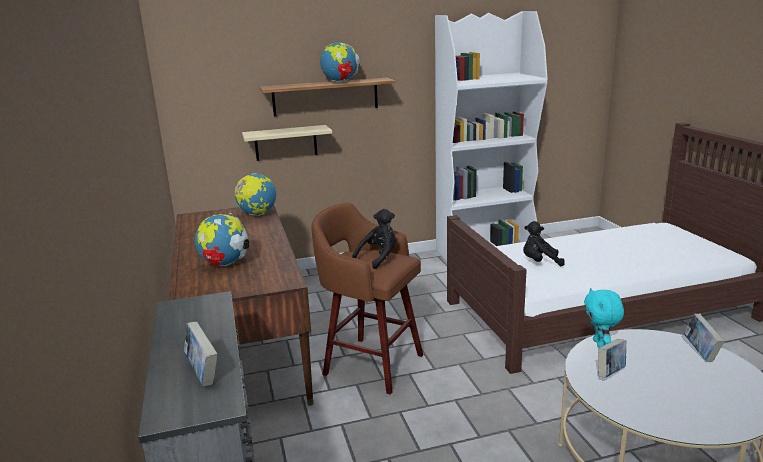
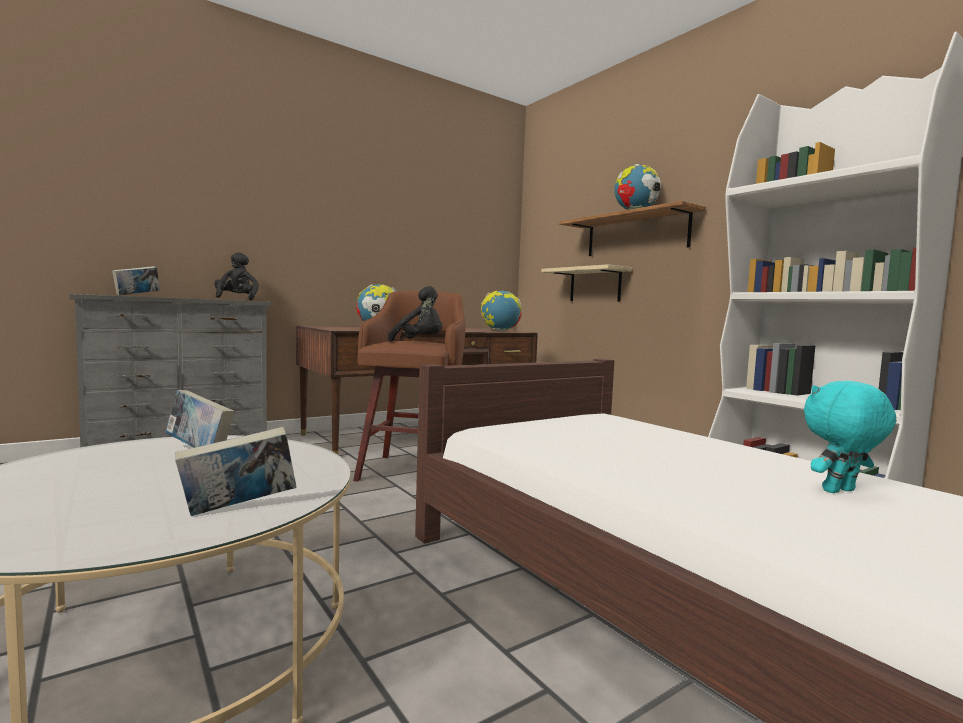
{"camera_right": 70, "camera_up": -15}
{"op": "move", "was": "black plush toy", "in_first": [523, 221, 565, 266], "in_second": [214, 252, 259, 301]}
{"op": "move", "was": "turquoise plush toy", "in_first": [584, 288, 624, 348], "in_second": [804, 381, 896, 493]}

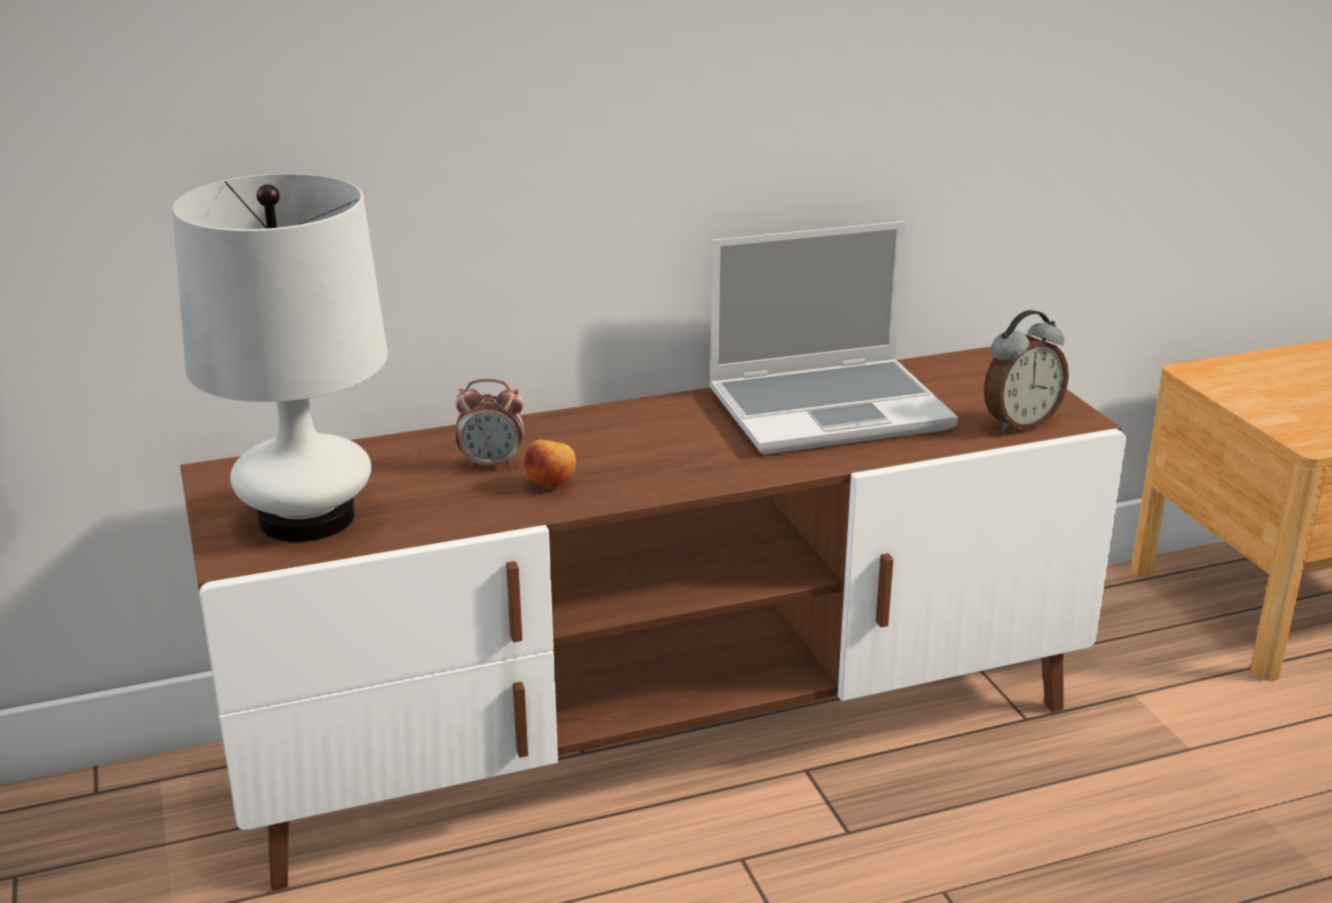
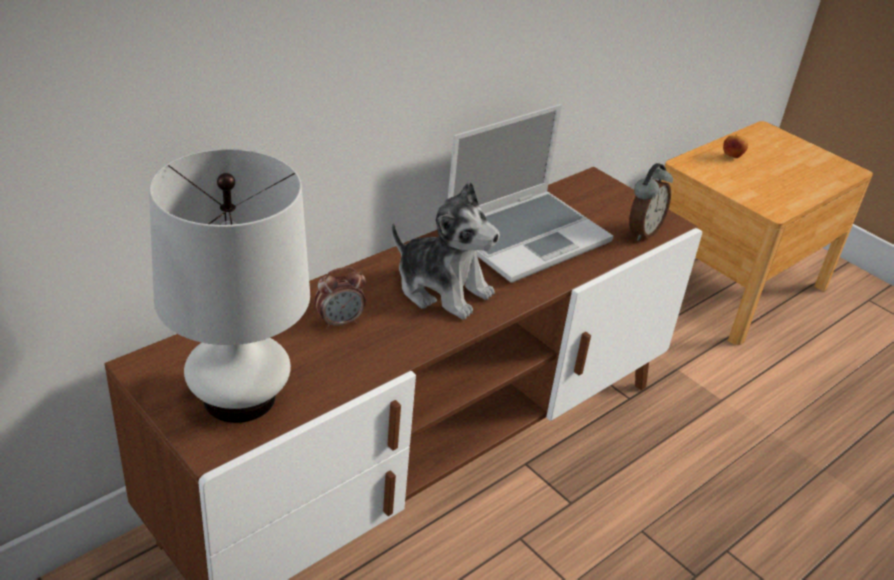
{"camera_right": -25, "camera_up": 10}
{"op": "move", "was": "apple", "in_first": [525, 438, 576, 489], "in_second": [723, 135, 748, 158]}
{"op": "insert", "now": "plush toy", "in_second": [392, 181, 500, 320]}

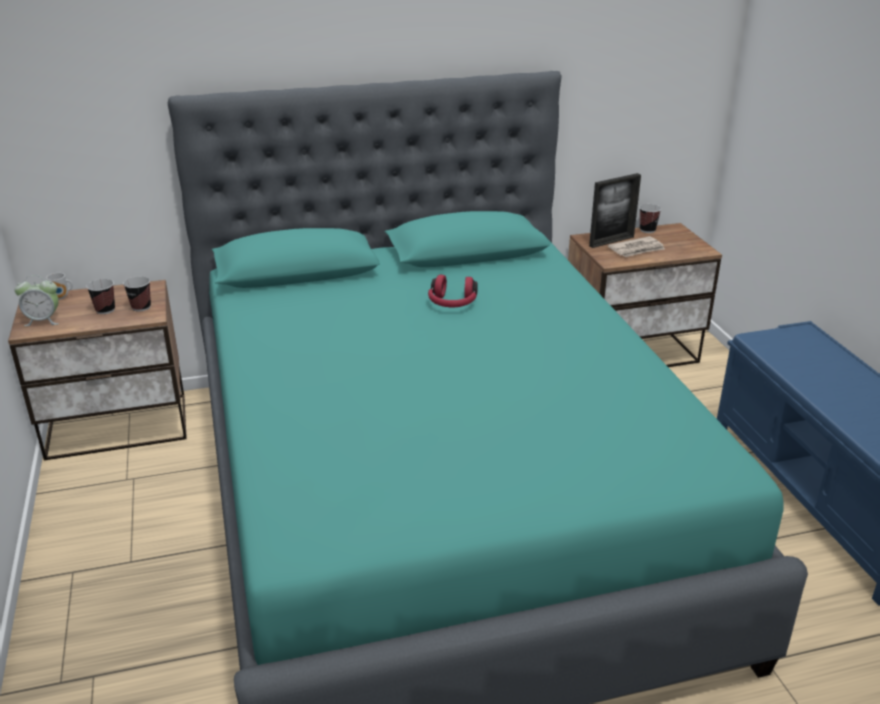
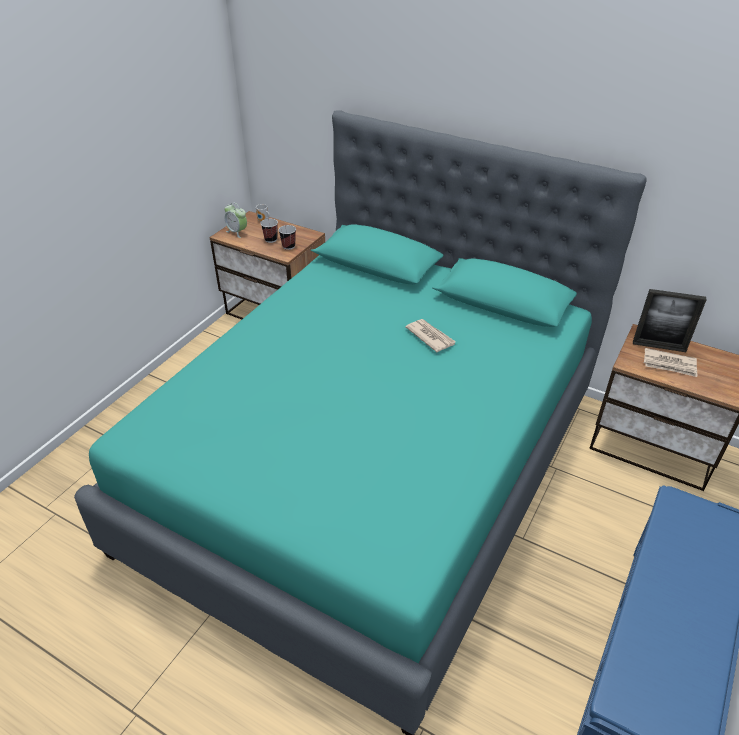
{"camera_right": 45, "camera_up": 10}
{"op": "delete", "was": "cup", "in_first": [639, 204, 661, 233]}
{"op": "replace", "was": "red headphones", "now": "newspaper", "in_first": [428, 275, 478, 307], "in_second": [405, 319, 456, 352]}

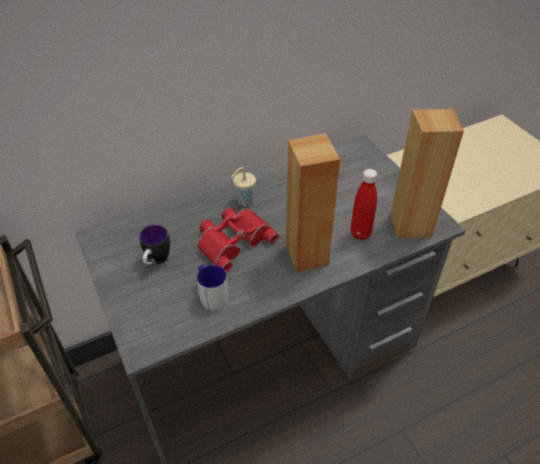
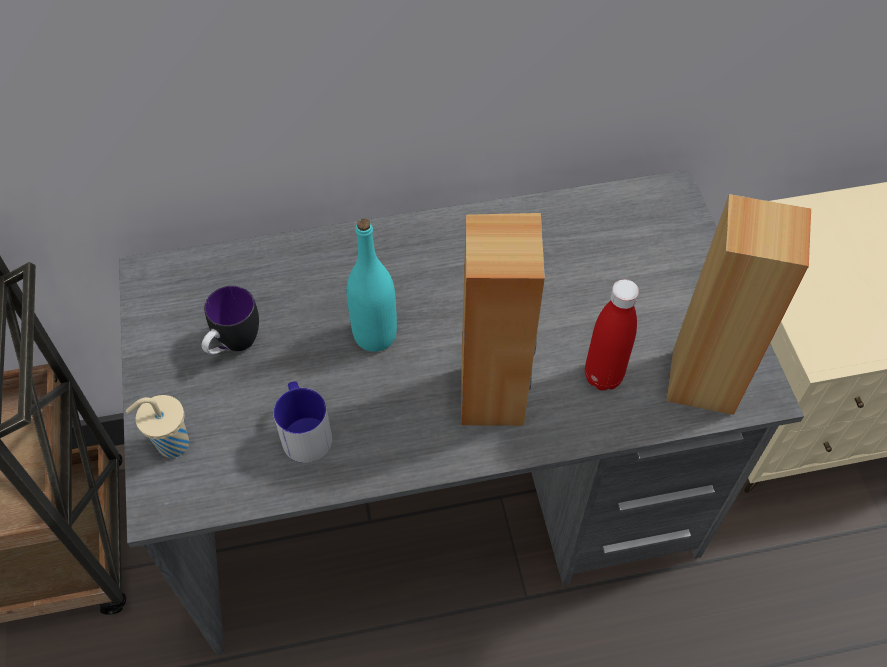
{"camera_right": 15, "camera_up": 10}
{"op": "move", "was": "beige cup", "in_first": [231, 167, 256, 206], "in_second": [126, 395, 189, 458]}
{"op": "replace", "was": "red binoculars", "now": "turquoise bottle", "in_first": [197, 207, 279, 272], "in_second": [347, 219, 397, 352]}

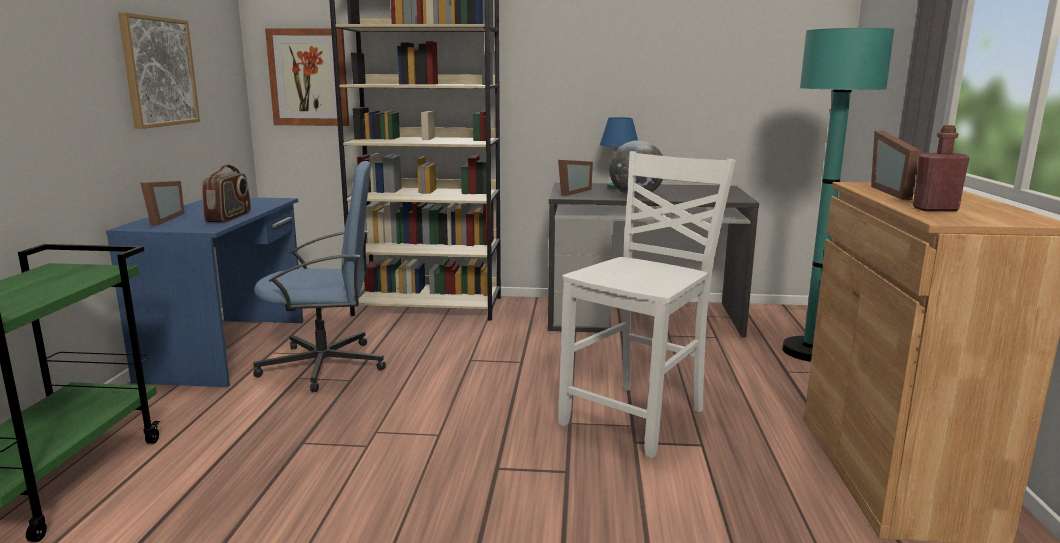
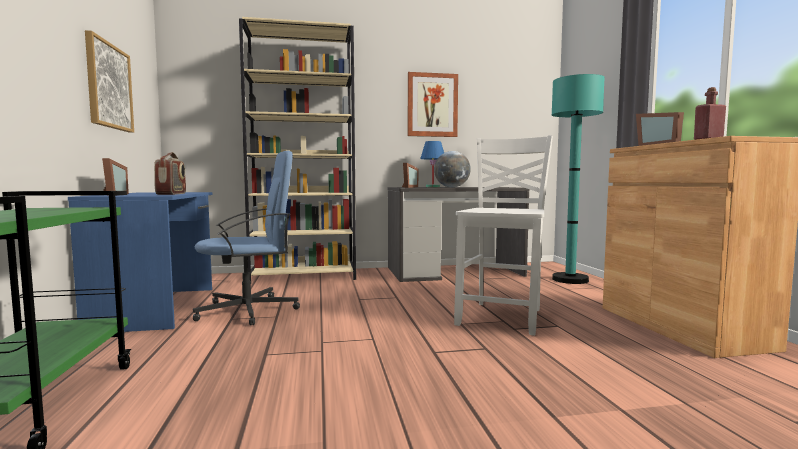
{"camera_right": -15, "camera_up": -10}
{"op": "move", "was": "picture", "in_first": [265, 28, 349, 126], "in_second": [408, 72, 458, 137]}

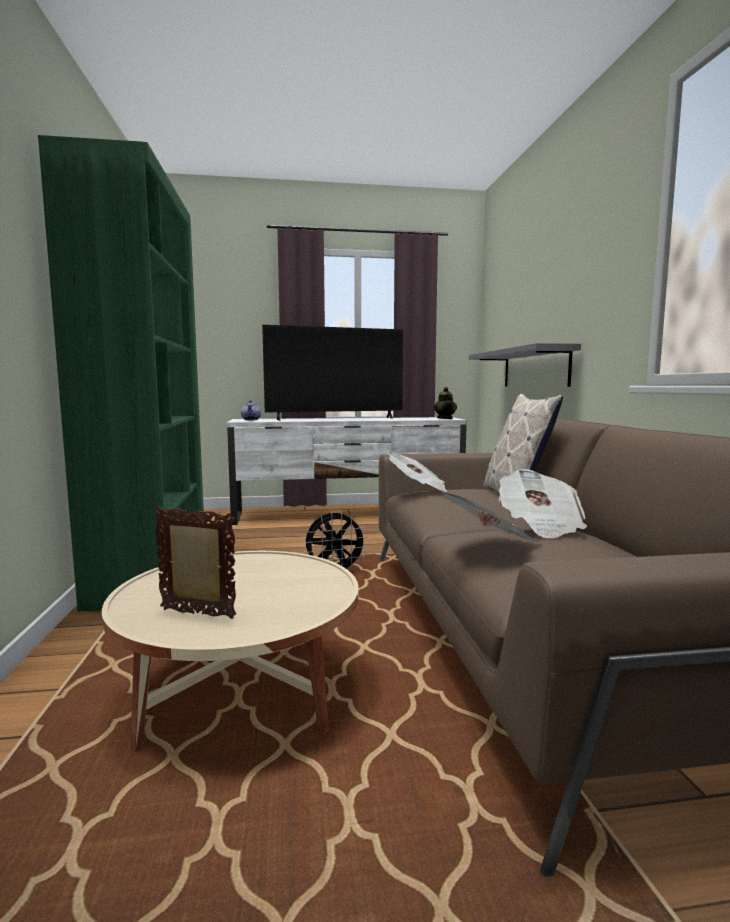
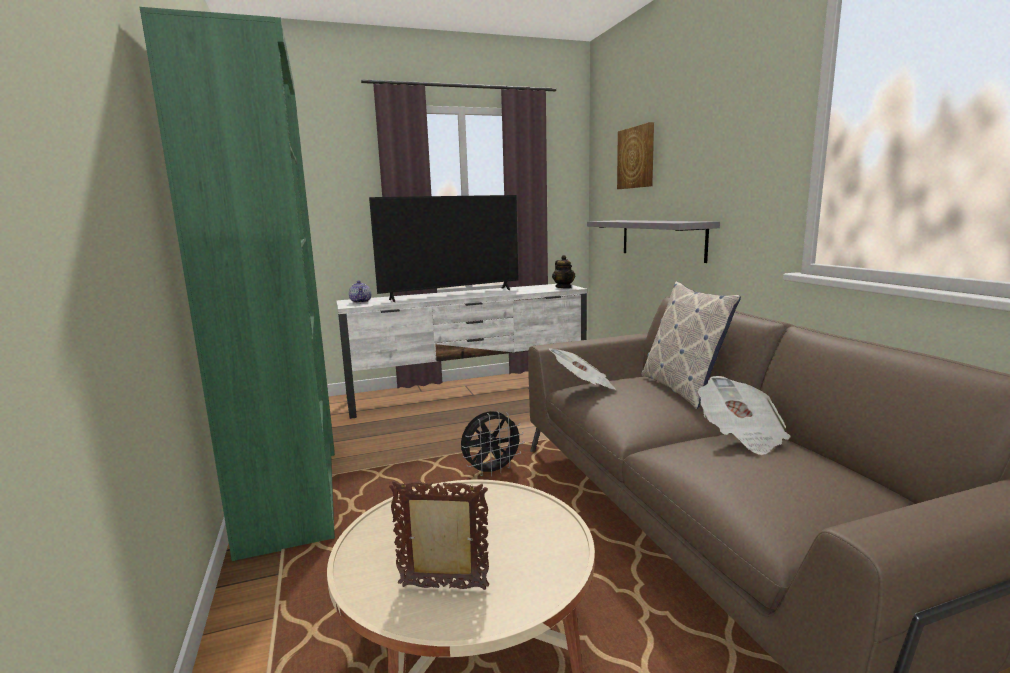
{"camera_right": -10, "camera_up": 5}
{"op": "delete", "was": "newspaper", "in_first": [440, 493, 540, 542]}
{"op": "insert", "now": "picture", "in_second": [617, 122, 654, 189]}

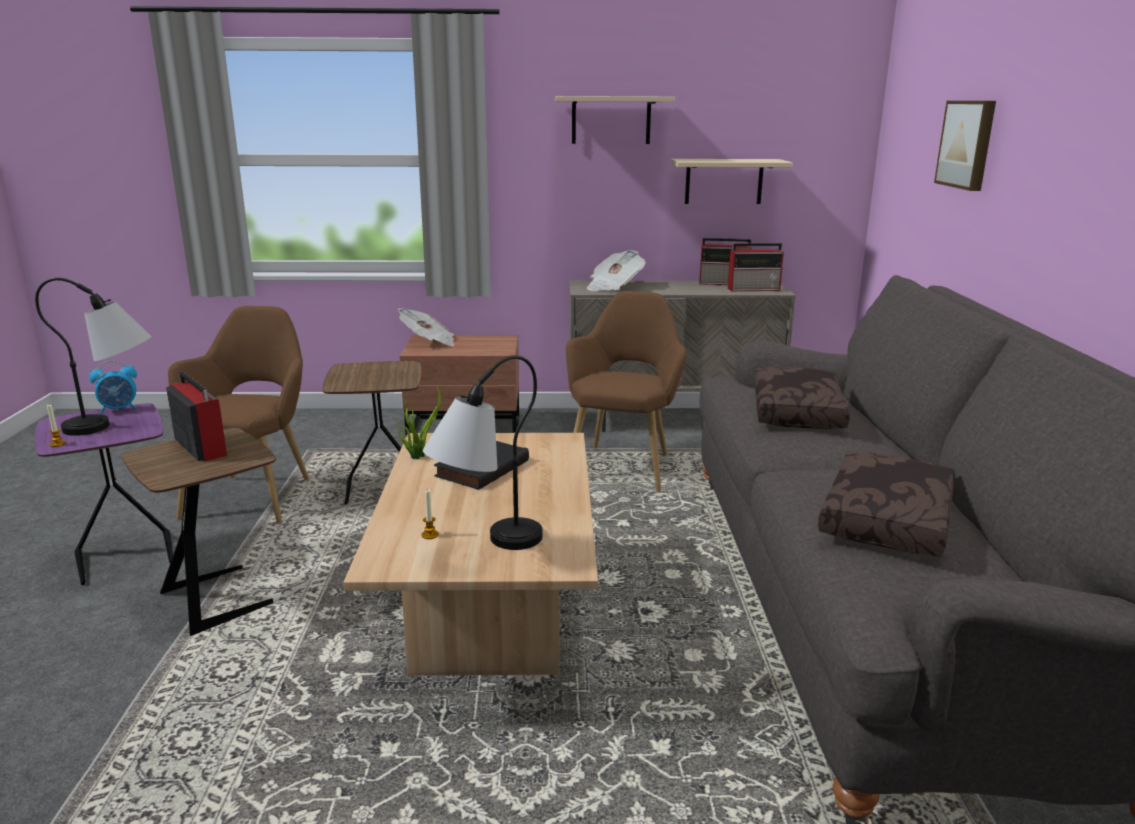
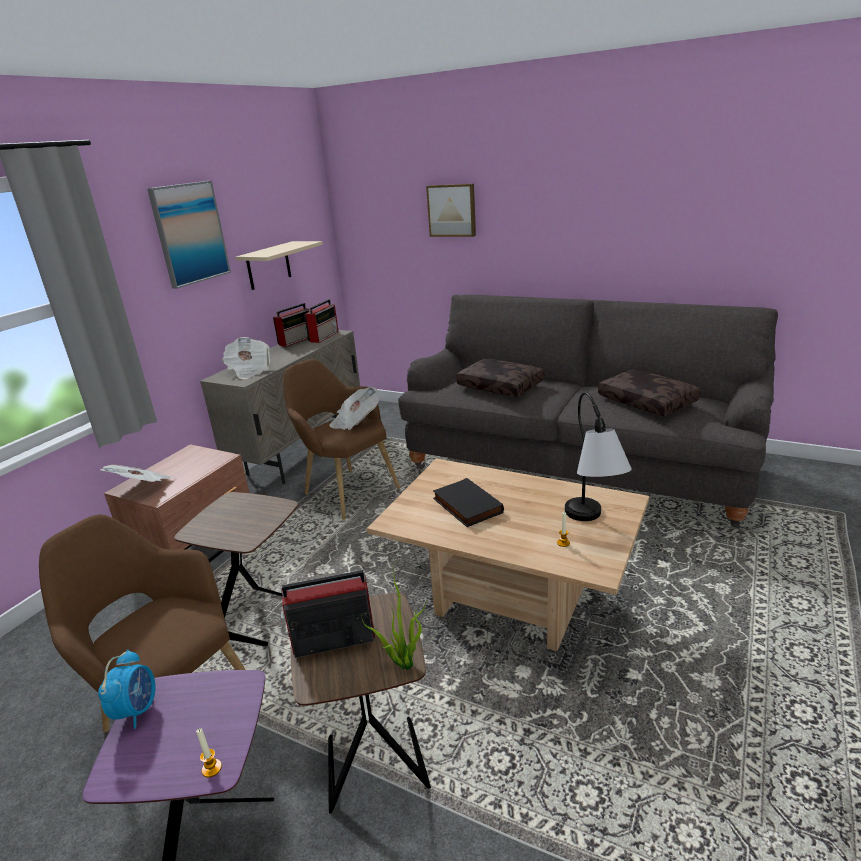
{"camera_right": -60, "camera_up": 5}
{"op": "replace", "was": "beige shelf", "now": "picture", "in_first": [555, 96, 675, 144], "in_second": [147, 181, 231, 289]}
{"op": "delete", "was": "table lamp", "in_first": [35, 278, 152, 436]}
{"op": "move", "was": "potted plant", "in_first": [396, 374, 445, 459], "in_second": [361, 568, 426, 670]}
{"op": "insert", "now": "newspaper", "in_second": [330, 387, 379, 430]}

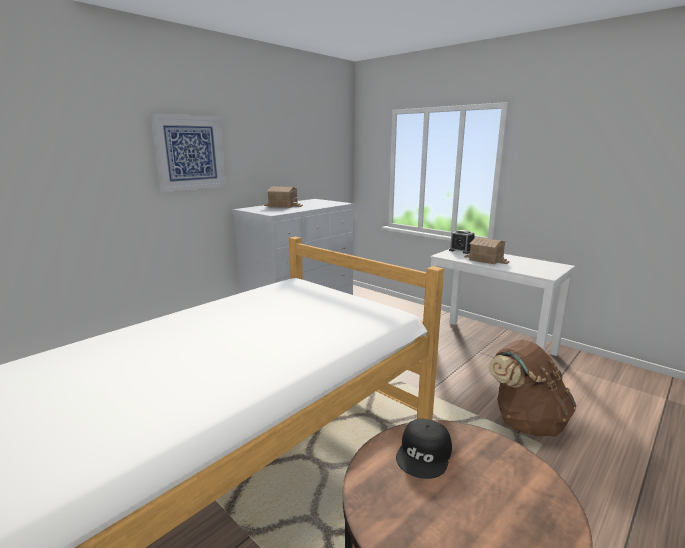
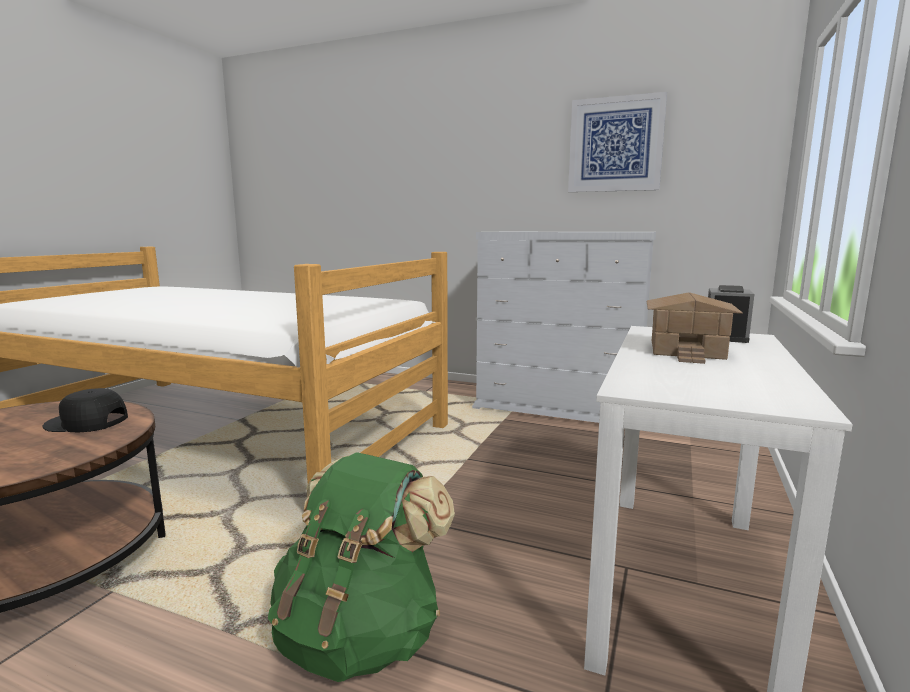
{"camera_right": 70, "camera_up": -5}
{"op": "move", "was": "picture", "in_first": [150, 113, 226, 192], "in_second": [568, 92, 667, 192]}
{"op": "delete", "was": "toy house", "in_first": [264, 186, 303, 208]}
{"op": "recolor", "was": "brown backpack", "now": "green backpack", "in_first": [488, 339, 576, 437], "in_second": [268, 452, 455, 682]}

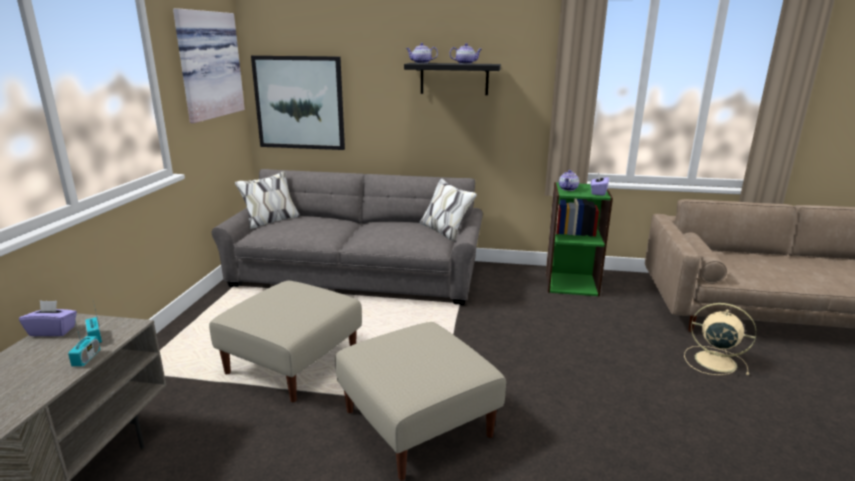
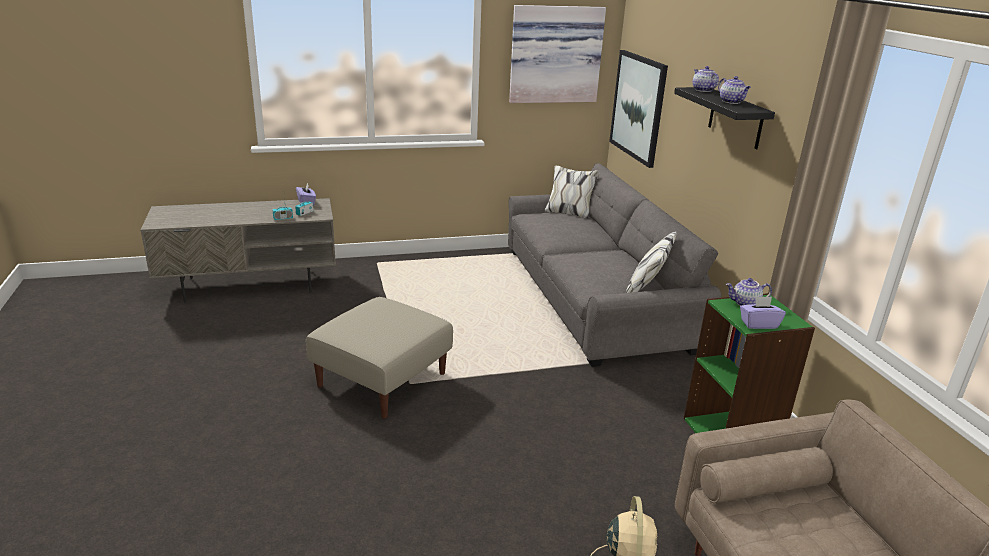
{"camera_right": 65, "camera_up": 5}
{"op": "delete", "was": "beige ottoman", "in_first": [209, 281, 362, 402]}

